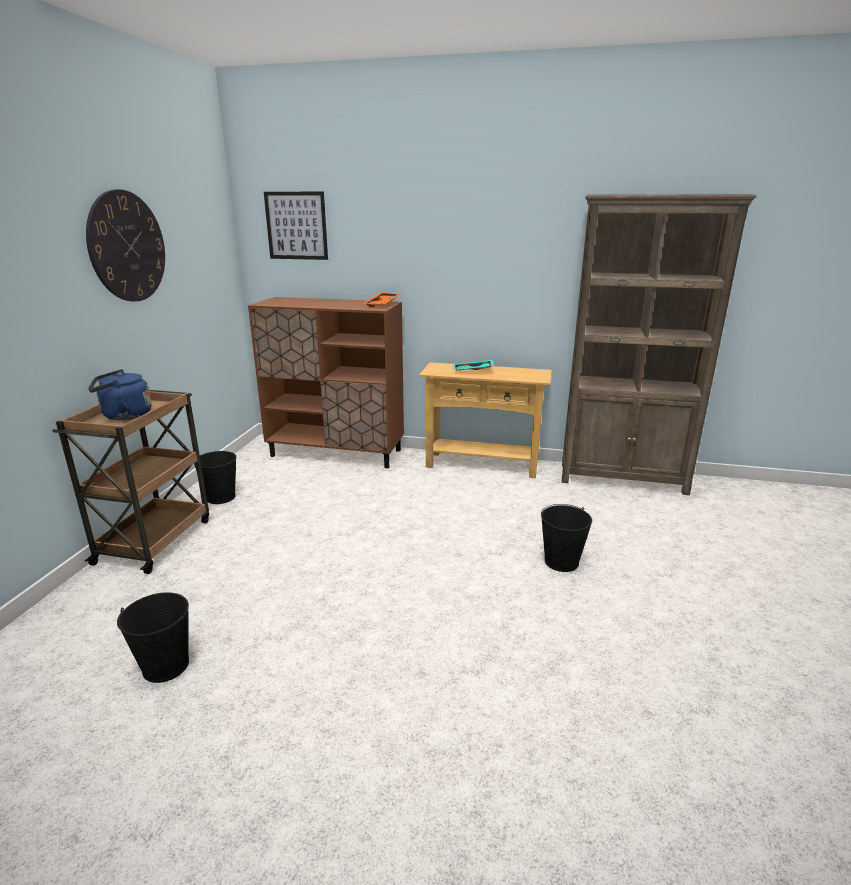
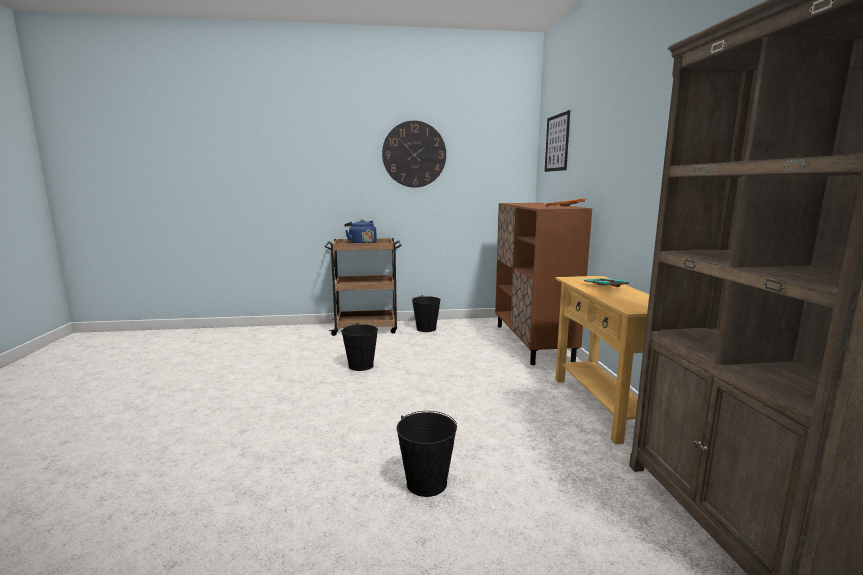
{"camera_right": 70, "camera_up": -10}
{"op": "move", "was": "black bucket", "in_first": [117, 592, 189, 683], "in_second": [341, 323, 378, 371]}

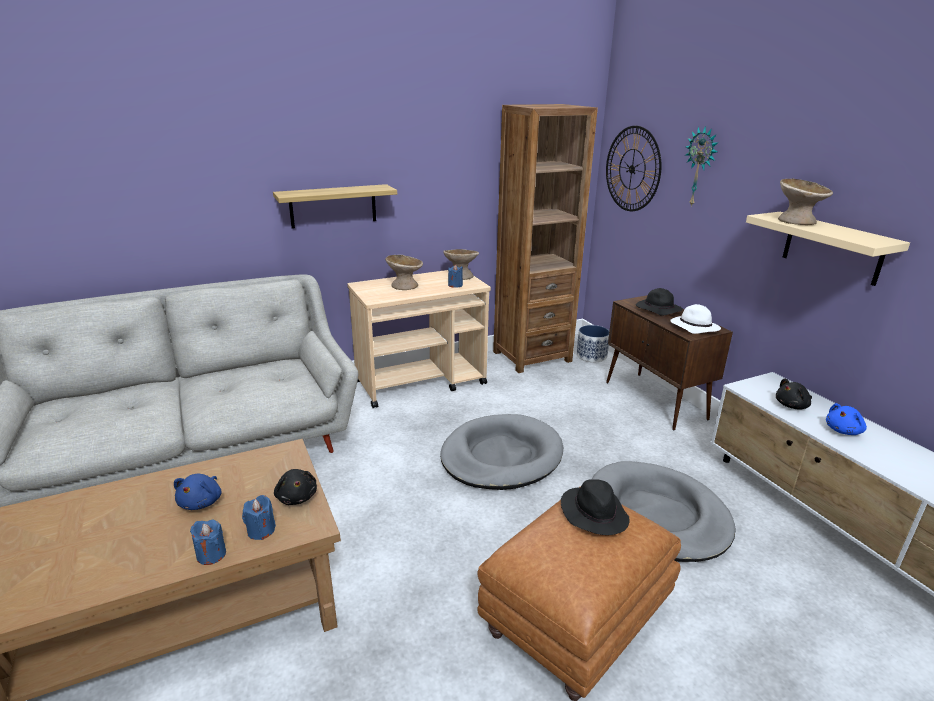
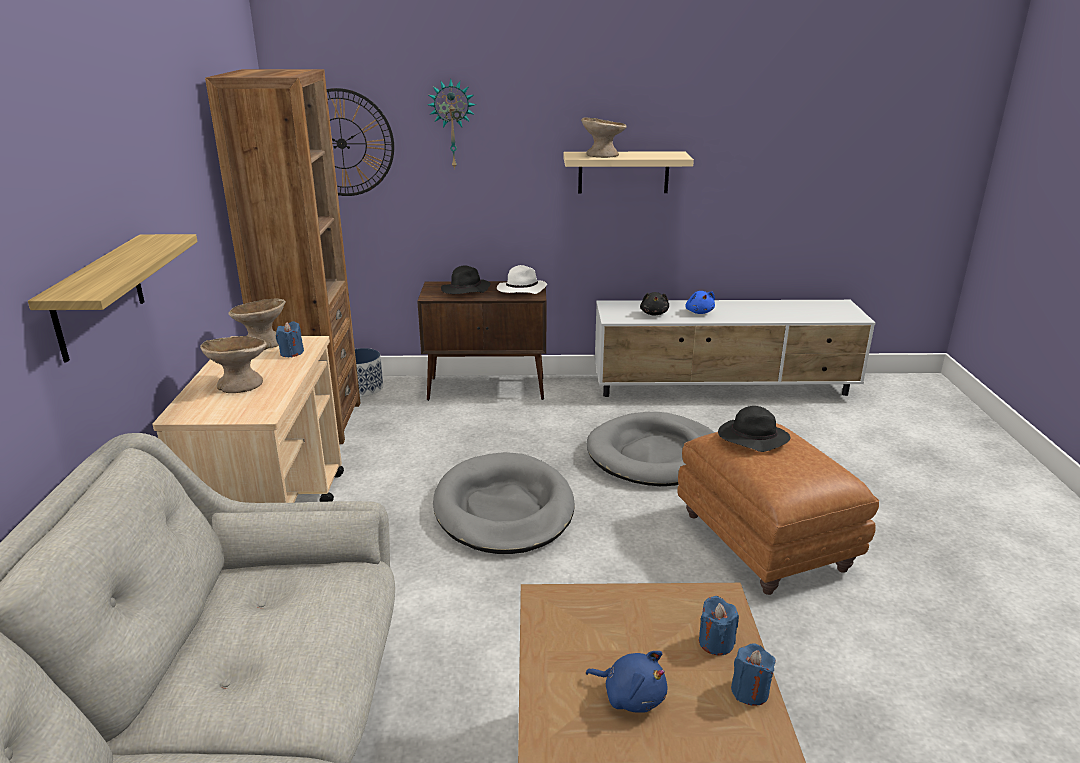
{"camera_right": -65, "camera_up": 0}
{"op": "delete", "was": "black plush toy", "in_first": [274, 469, 317, 505]}

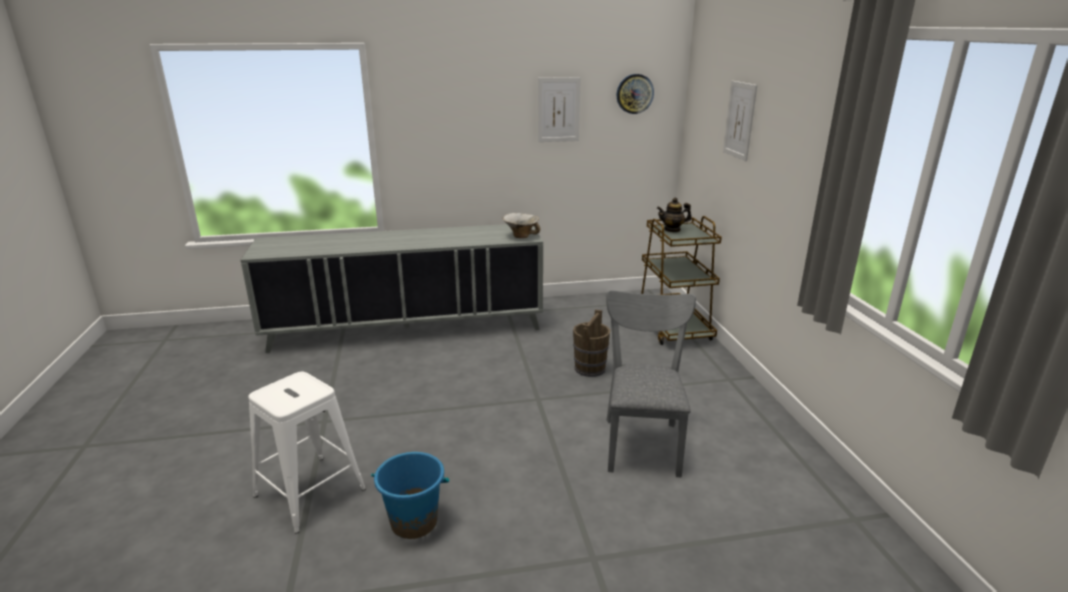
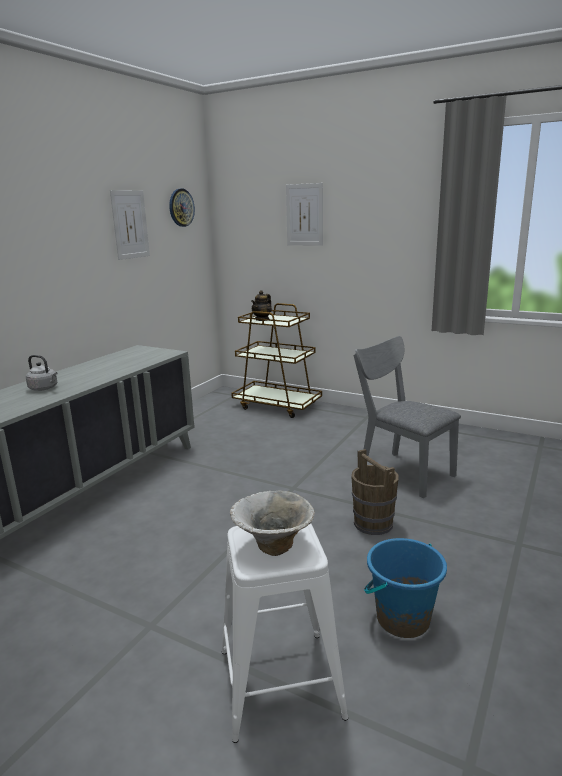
{"camera_right": -50, "camera_up": -5}
{"op": "move", "was": "bowl", "in_first": [502, 213, 541, 238], "in_second": [230, 490, 315, 556]}
{"op": "move", "was": "brown bucket", "in_first": [573, 309, 610, 377], "in_second": [351, 449, 399, 535]}
{"op": "insert", "now": "grey kettle", "in_second": [26, 355, 58, 391]}

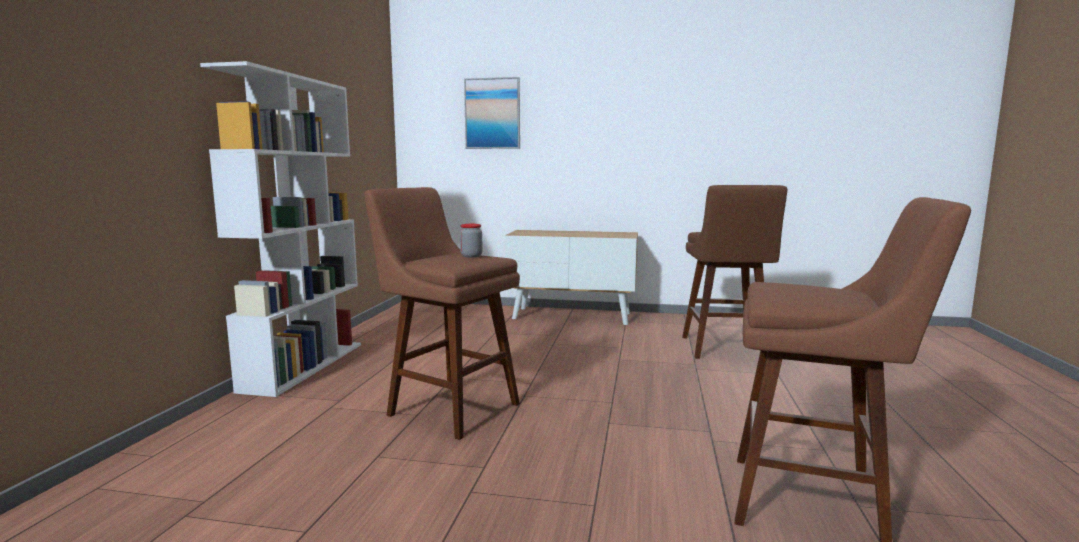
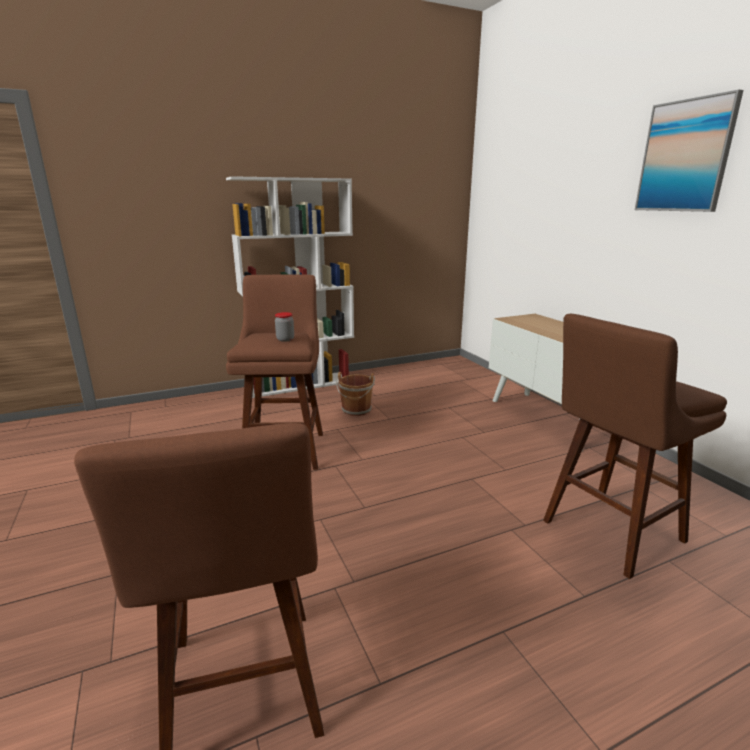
{"camera_right": 55, "camera_up": 10}
{"op": "move", "was": "picture", "in_first": [464, 77, 520, 149], "in_second": [635, 90, 743, 212]}
{"op": "insert", "now": "brown bucket", "in_second": [336, 372, 375, 416]}

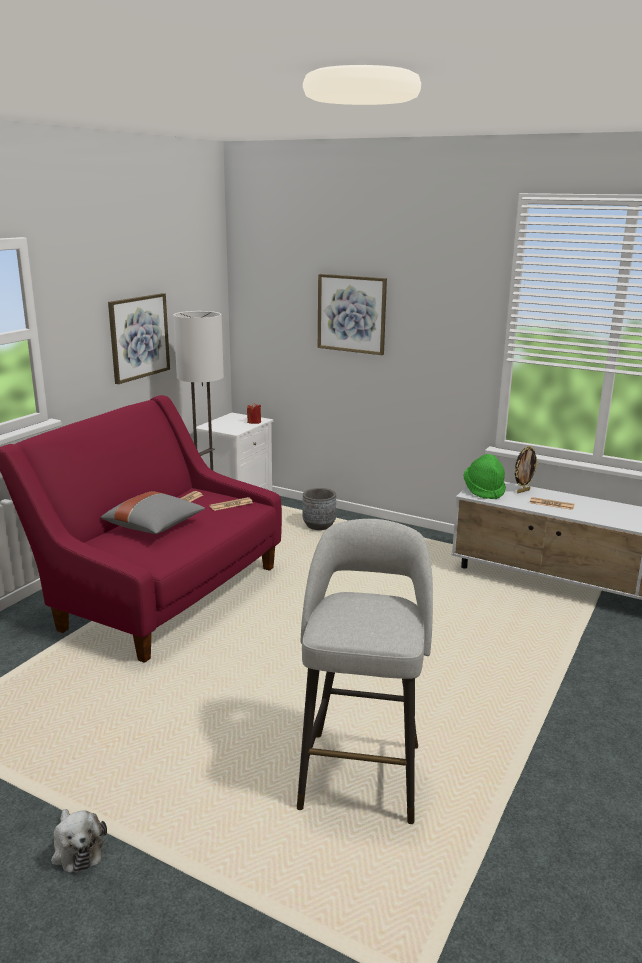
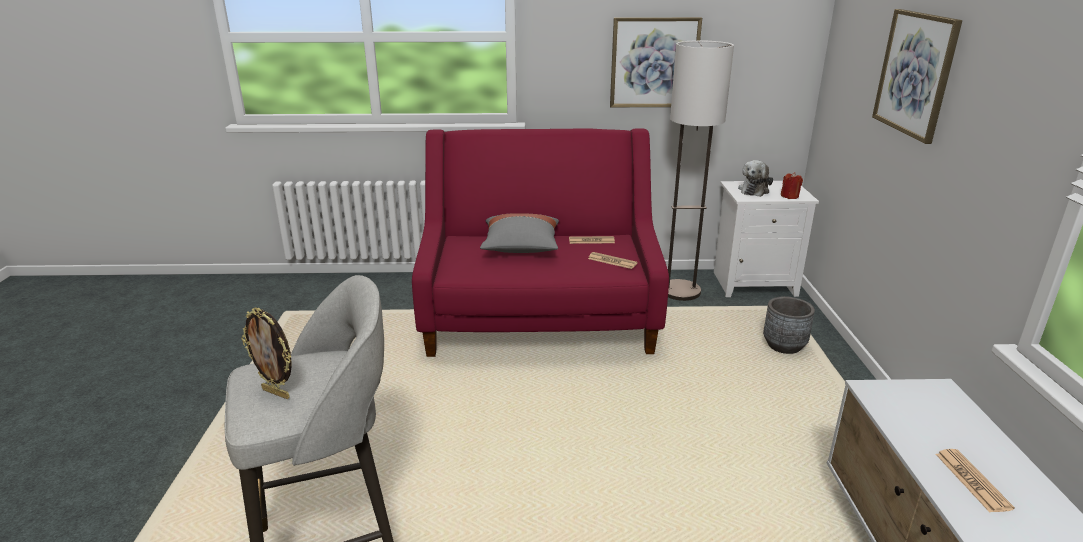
{"camera_right": 60, "camera_up": 5}
{"op": "move", "was": "picture frame", "in_first": [515, 445, 538, 493], "in_second": [241, 307, 292, 399]}
{"op": "delete", "was": "green hat", "in_first": [463, 454, 506, 499]}
{"op": "move", "was": "plush toy", "in_first": [51, 809, 107, 874], "in_second": [738, 160, 773, 197]}

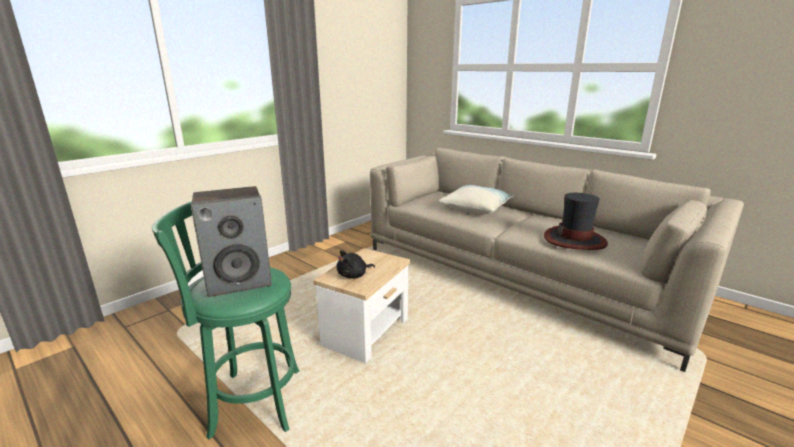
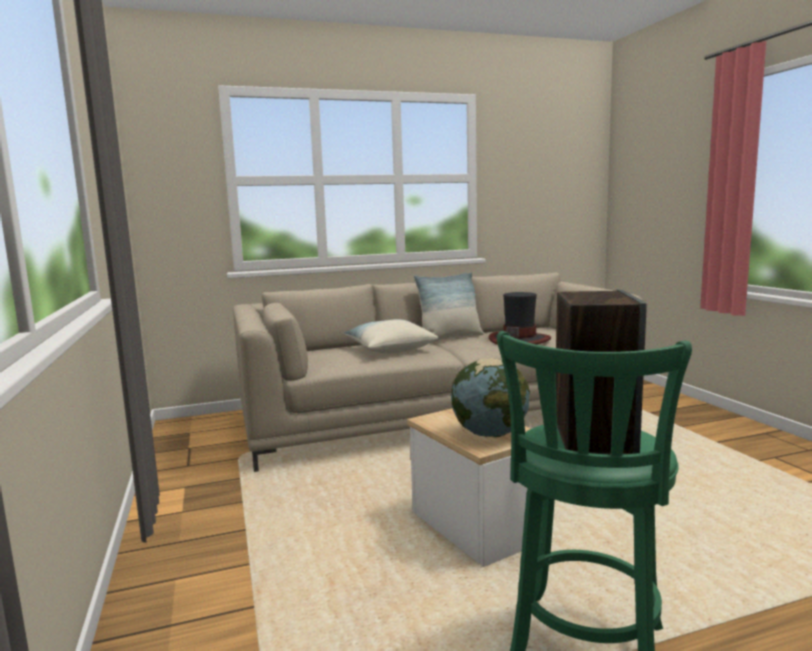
{"camera_right": -60, "camera_up": -10}
{"op": "replace", "was": "black plush toy", "now": "globe", "in_first": [337, 250, 375, 278], "in_second": [451, 358, 530, 437]}
{"op": "insert", "now": "pillow", "in_second": [414, 272, 484, 343]}

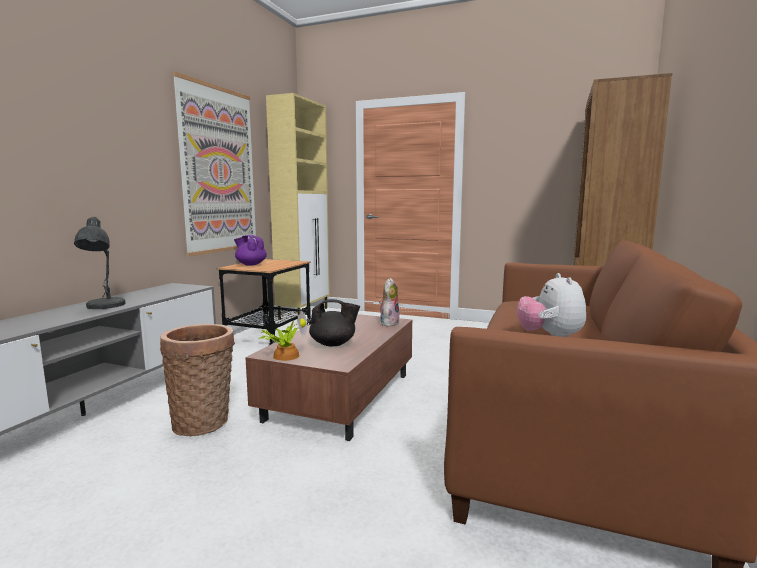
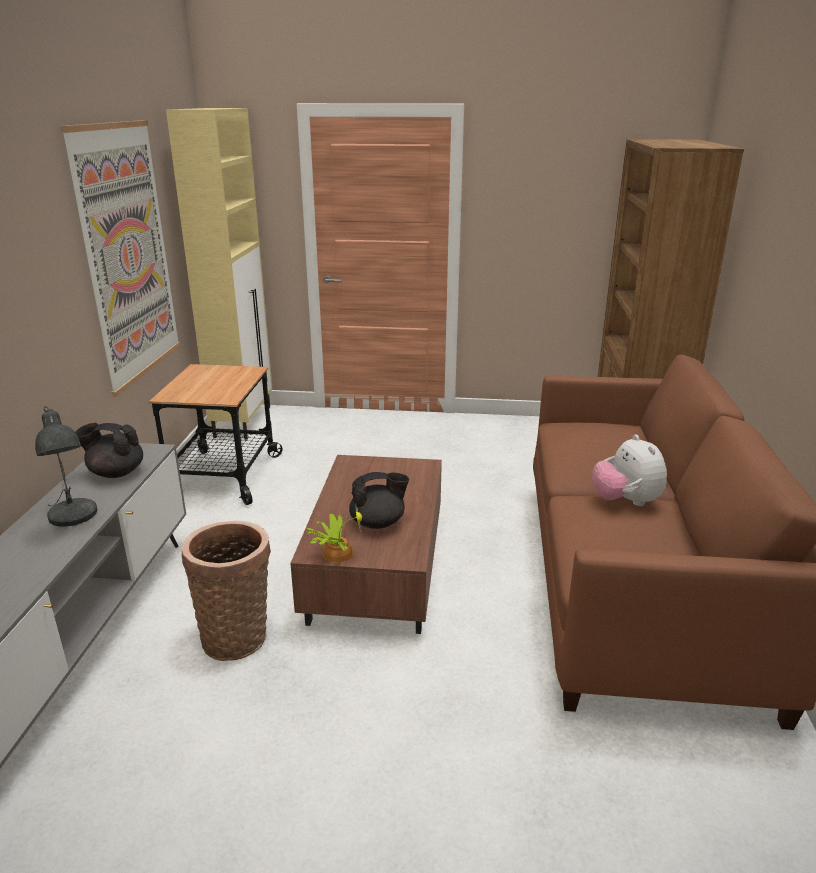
{"camera_right": -15, "camera_up": 15}
{"op": "delete", "was": "purple teapot", "in_first": [234, 235, 267, 266]}
{"op": "delete", "was": "plush toy", "in_first": [379, 278, 400, 327]}
{"op": "insert", "now": "black teapot", "in_second": [75, 423, 143, 478]}

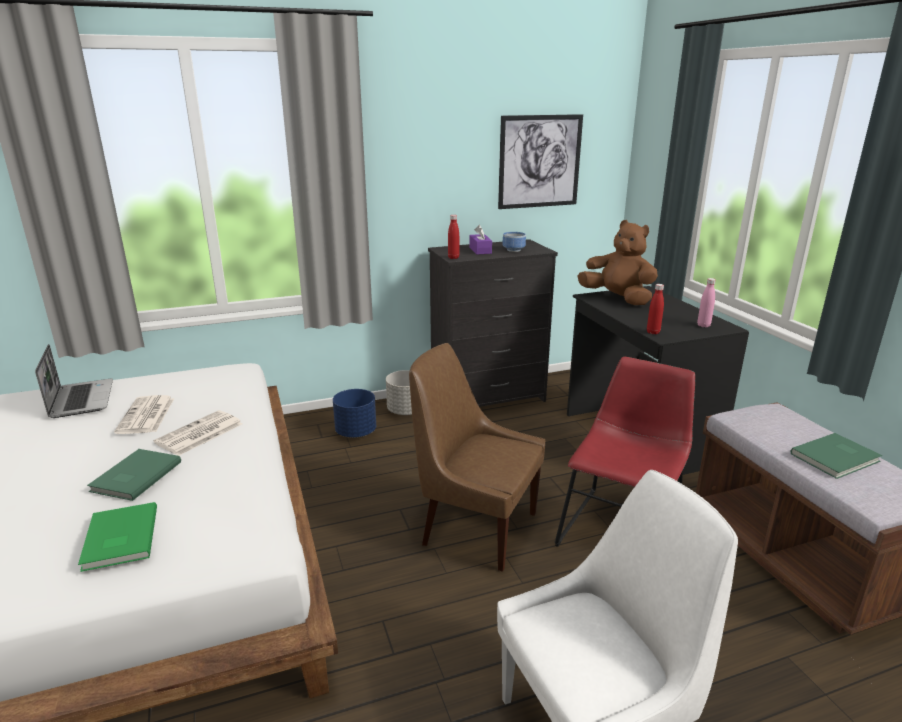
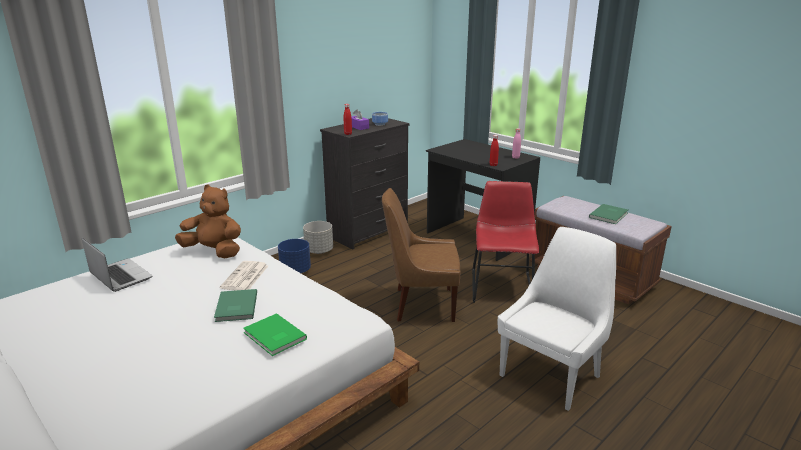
{"camera_right": -25, "camera_up": 0}
{"op": "delete", "was": "picture", "in_first": [498, 114, 583, 209]}
{"op": "move", "was": "brown plush toy", "in_first": [578, 220, 658, 305], "in_second": [175, 184, 241, 258]}
{"op": "delete", "was": "newspaper", "in_first": [114, 395, 174, 434]}

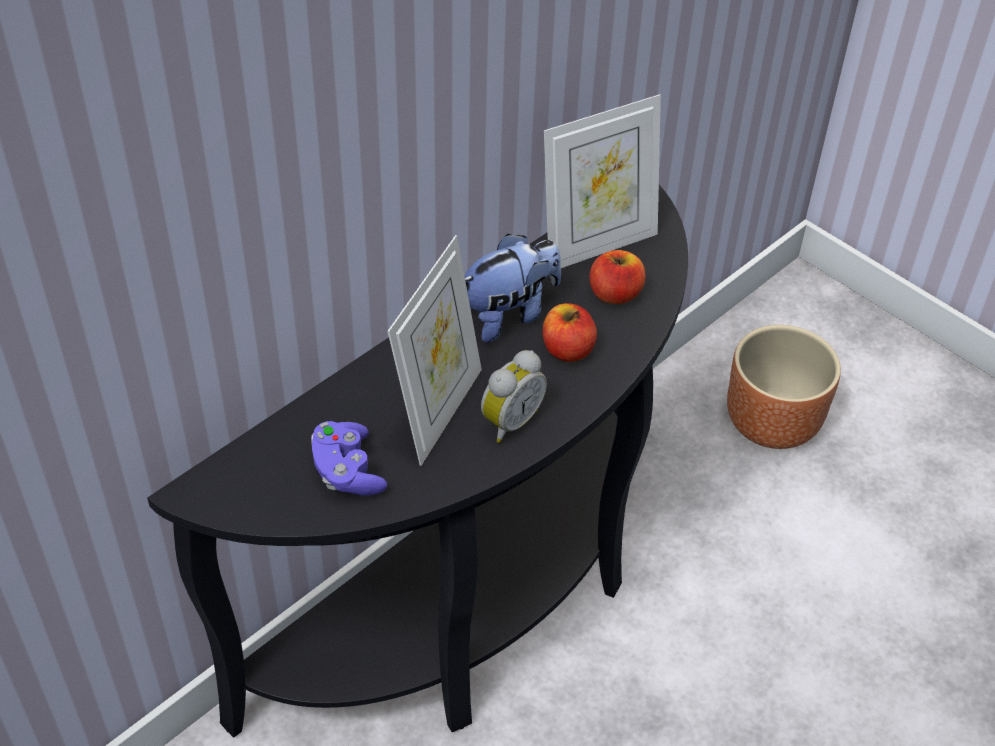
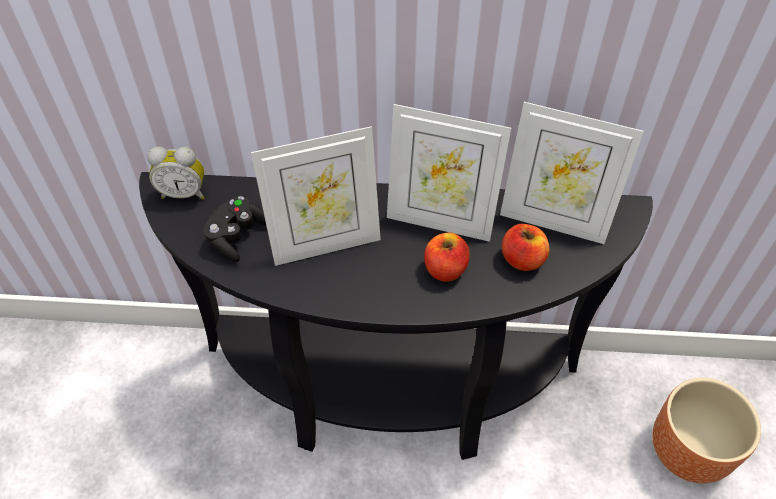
{"camera_right": 50, "camera_up": 5}
{"op": "replace", "was": "plush toy", "now": "picture frame", "in_first": [465, 234, 561, 343], "in_second": [387, 104, 511, 242]}
{"op": "move", "was": "alarm clock", "in_first": [481, 350, 547, 443], "in_second": [147, 147, 204, 200]}
{"op": "recolor", "was": "purple game controller", "now": "black game controller", "in_first": [311, 421, 387, 496], "in_second": [203, 196, 266, 262]}

